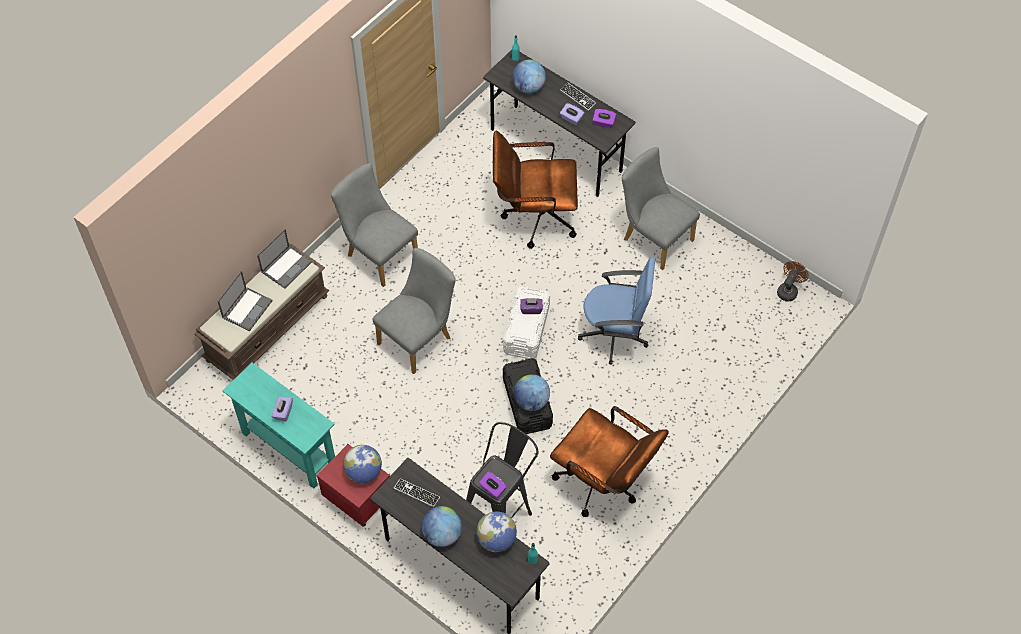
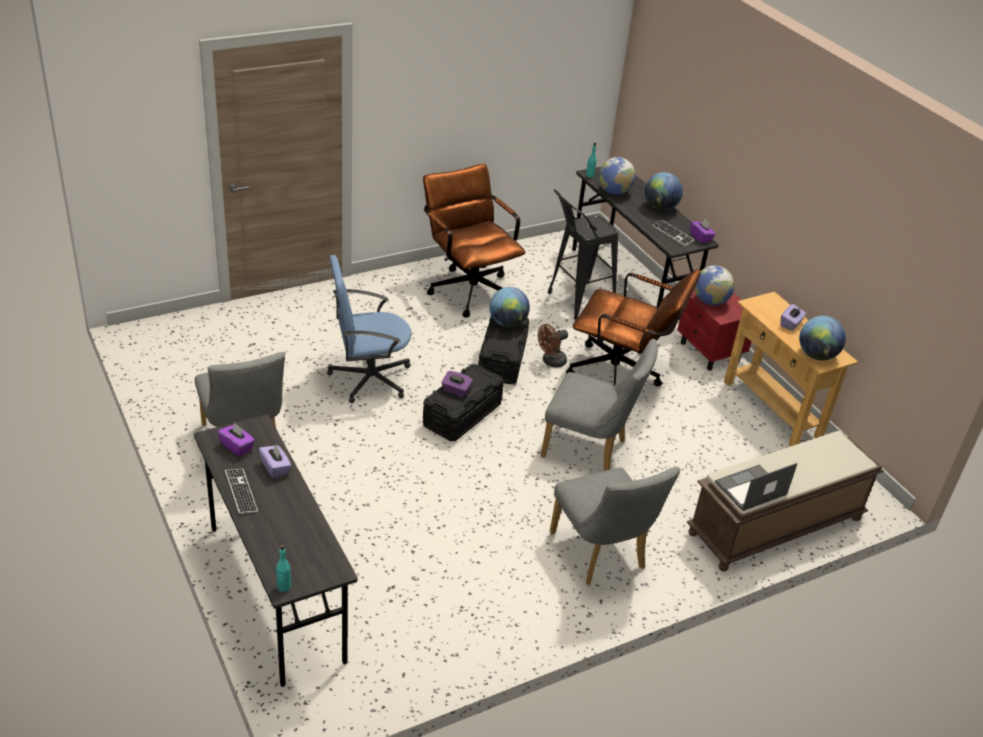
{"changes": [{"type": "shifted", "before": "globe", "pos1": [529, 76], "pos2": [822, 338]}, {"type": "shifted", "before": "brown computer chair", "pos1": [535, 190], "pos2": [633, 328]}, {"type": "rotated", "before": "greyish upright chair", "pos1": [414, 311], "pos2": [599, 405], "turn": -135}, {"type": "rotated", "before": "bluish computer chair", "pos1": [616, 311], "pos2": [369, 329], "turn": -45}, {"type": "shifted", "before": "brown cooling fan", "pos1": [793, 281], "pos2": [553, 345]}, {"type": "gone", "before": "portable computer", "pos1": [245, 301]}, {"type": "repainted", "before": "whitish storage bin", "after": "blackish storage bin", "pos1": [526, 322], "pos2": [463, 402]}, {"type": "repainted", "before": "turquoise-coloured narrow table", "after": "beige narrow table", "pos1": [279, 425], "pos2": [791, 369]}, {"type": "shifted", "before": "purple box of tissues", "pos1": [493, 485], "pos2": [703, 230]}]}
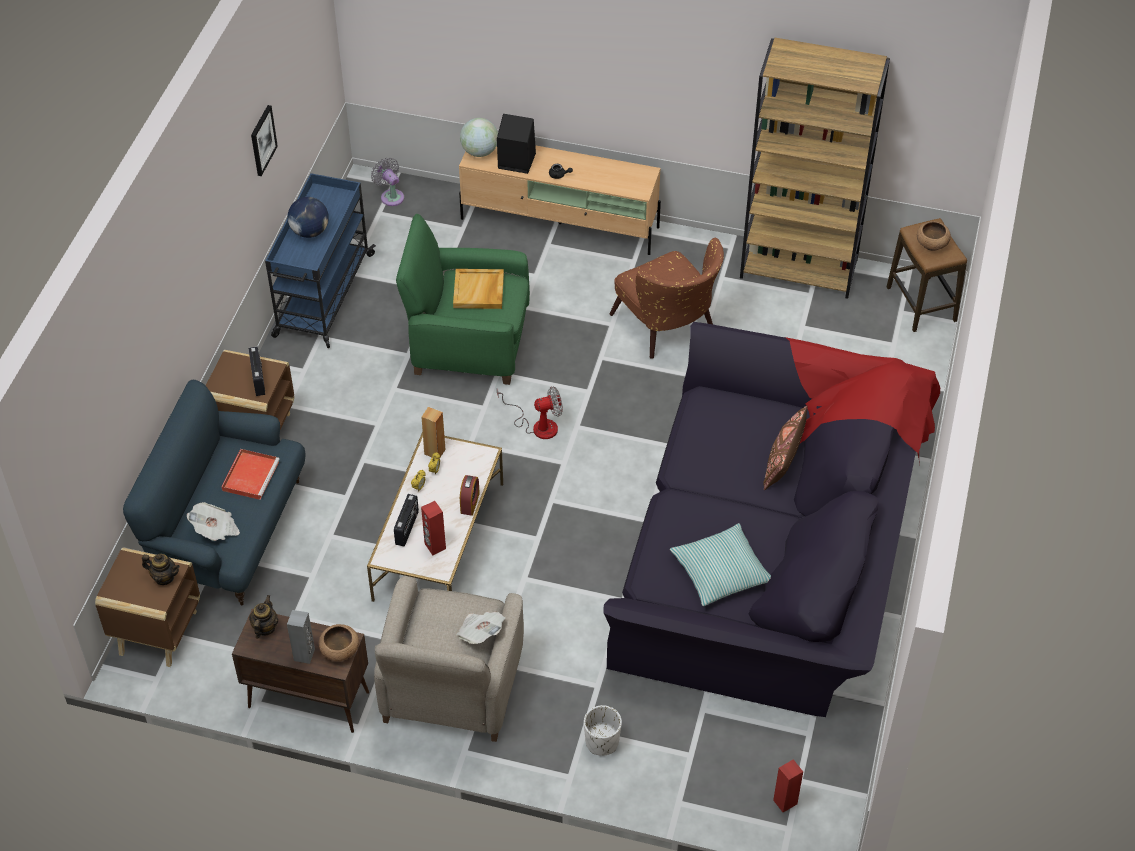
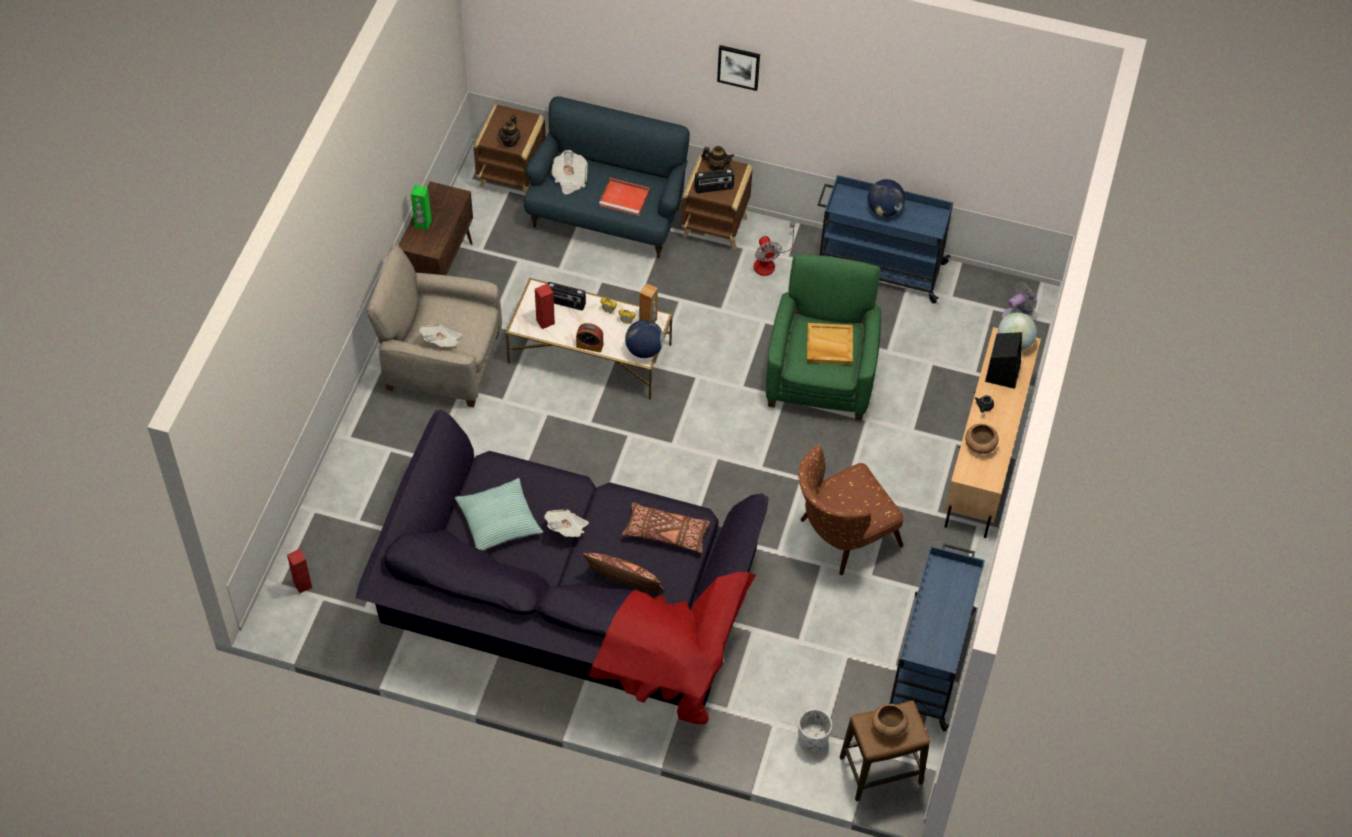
{"changes": [{"type": "swapped", "before": "brown bookcase", "after": "bluish cart", "pos1": [815, 168], "pos2": [936, 637]}, {"type": "shifted", "before": "wall art", "pos1": [264, 140], "pos2": [738, 68]}, {"type": "shifted", "before": "cooling fan", "pos1": [530, 413], "pos2": [775, 248]}, {"type": "shifted", "before": "tea pot", "pos1": [263, 617], "pos2": [717, 158]}, {"type": "repainted", "before": "greyish audio speaker", "after": "greenish audio speaker", "pos1": [301, 637], "pos2": [421, 207]}, {"type": "shifted", "before": "brown bowl", "pos1": [339, 642], "pos2": [981, 439]}, {"type": "shifted", "before": "whitish planter", "pos1": [603, 730], "pos2": [815, 730]}, {"type": "new", "after": "globe", "pos2": [644, 339]}, {"type": "new", "after": "brown throw pillow", "pos2": [666, 527]}, {"type": "new", "after": "printed paper", "pos2": [566, 523]}]}
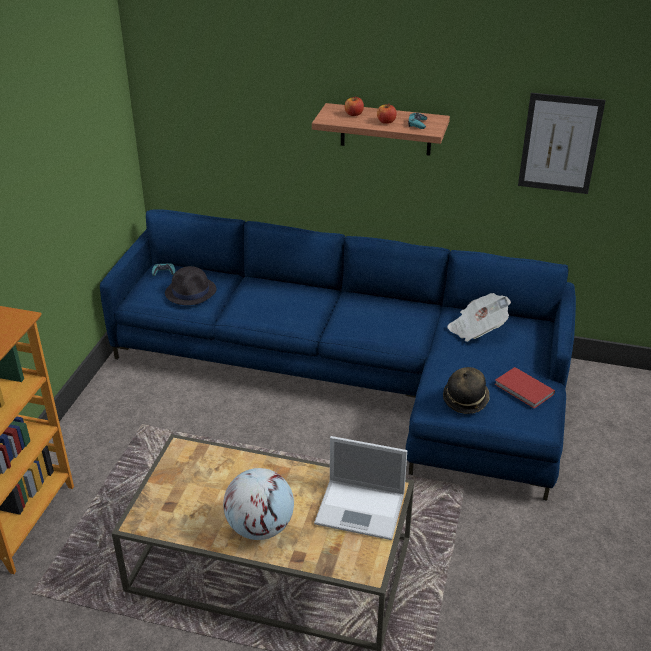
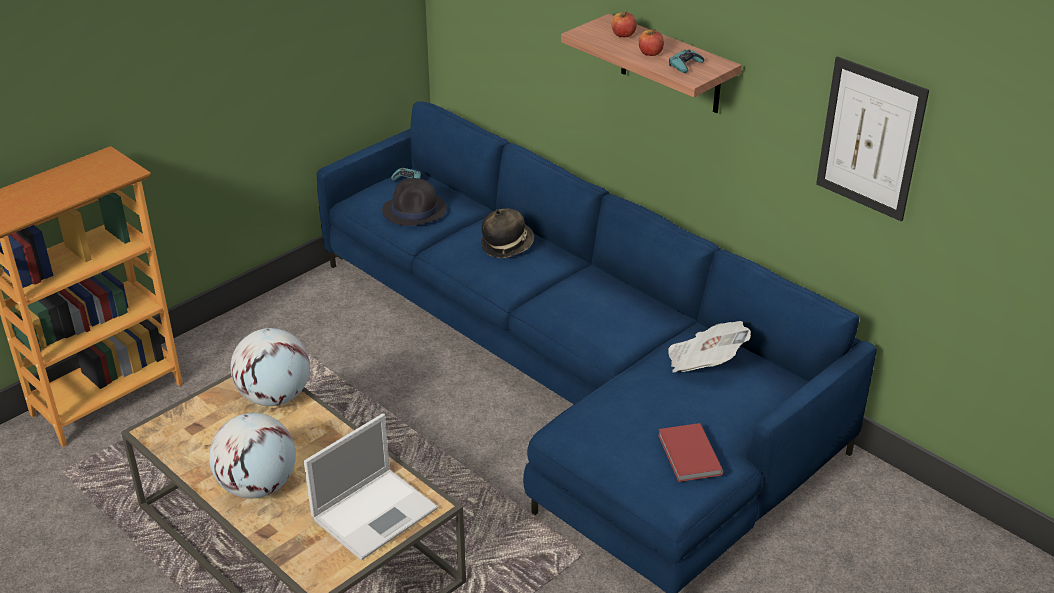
{"changes": [{"type": "shifted", "before": "hat", "pos1": [466, 390], "pos2": [507, 233]}, {"type": "rotated", "before": "portable computer", "pos1": [360, 488], "pos2": [371, 486], "turn": -90}, {"type": "new", "after": "globe", "pos2": [270, 367]}]}
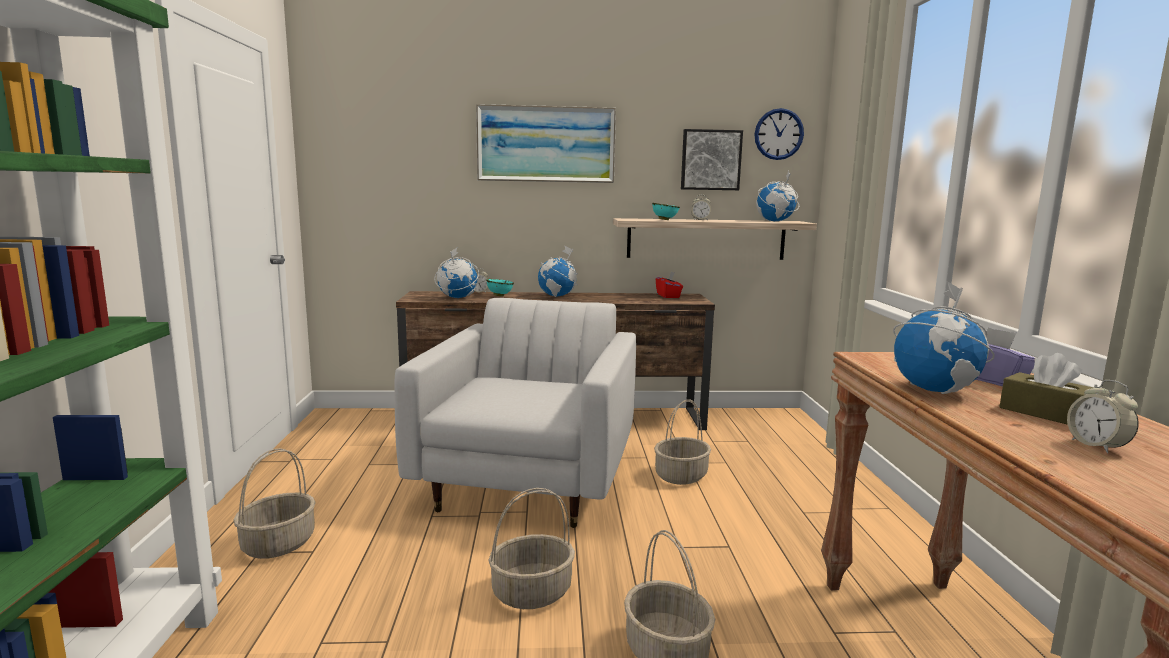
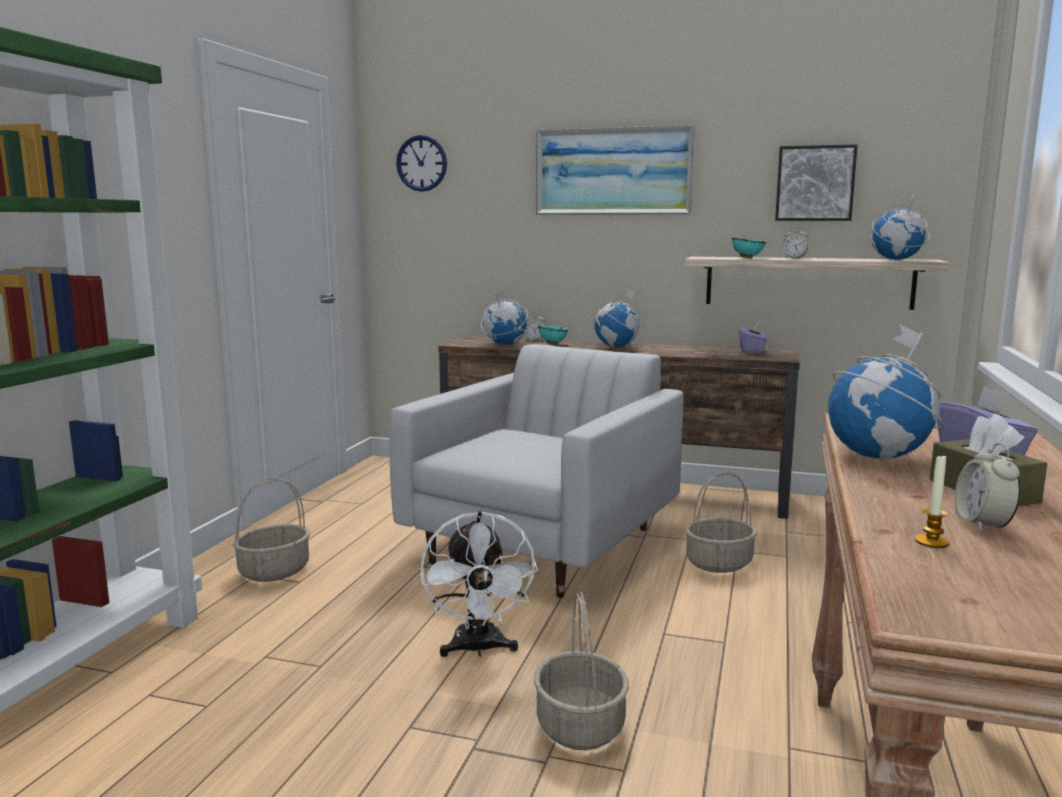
{"changes": [{"type": "shifted", "before": "clock on the wall", "pos1": [779, 134], "pos2": [421, 163]}, {"type": "repainted", "before": "red-coloured box of tissues", "after": "purple box of tissues", "pos1": [669, 284], "pos2": [753, 338]}, {"type": "swapped", "before": "storage basket", "after": "whitish cooling fan", "pos1": [531, 548], "pos2": [479, 584]}, {"type": "new", "after": "wax light", "pos2": [932, 500]}]}
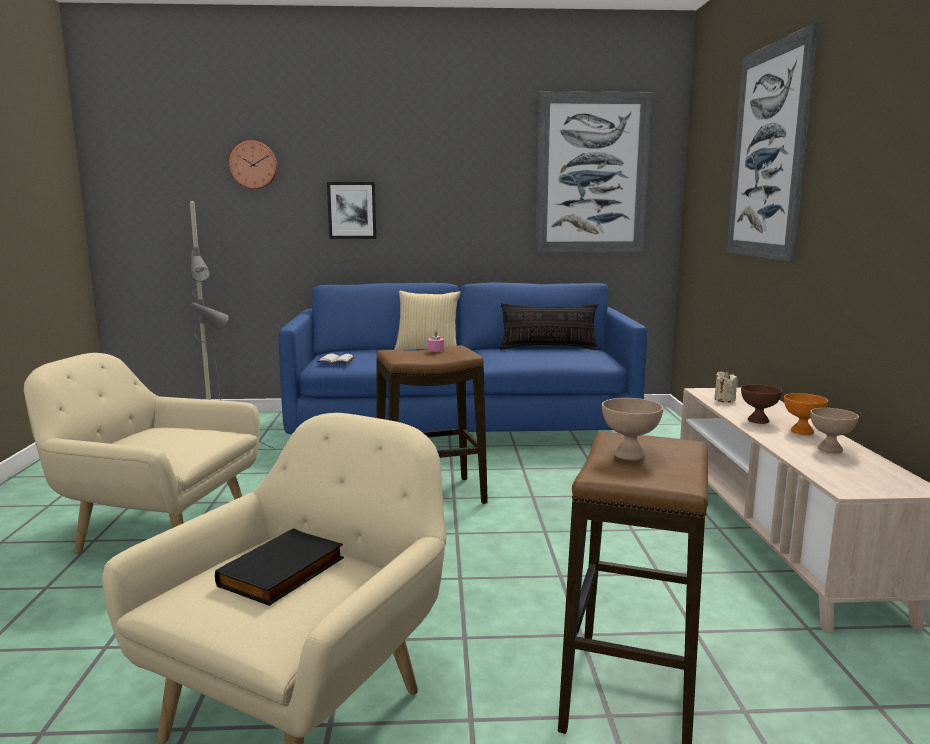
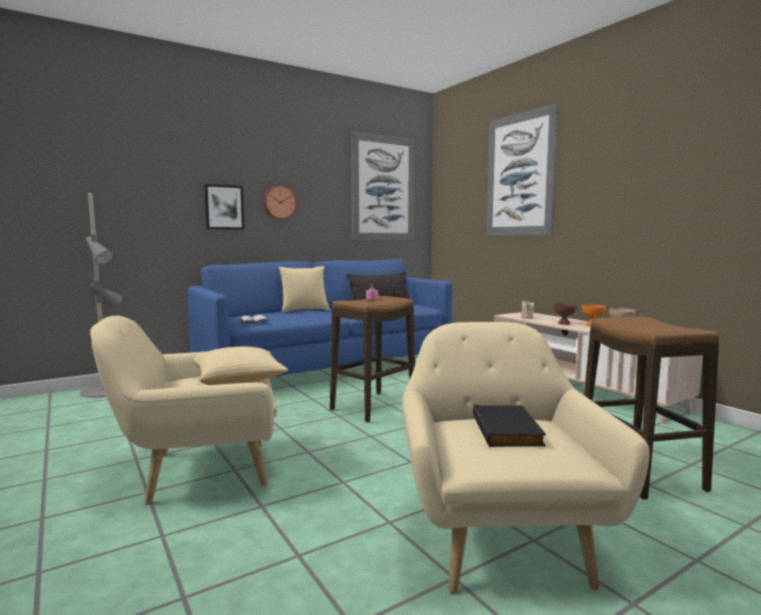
{"changes": [{"type": "shifted", "before": "clock on the wall", "pos1": [253, 164], "pos2": [280, 202]}, {"type": "gone", "before": "beige bowl", "pos1": [632, 429]}, {"type": "new", "after": "throw pillow", "pos2": [241, 366]}]}
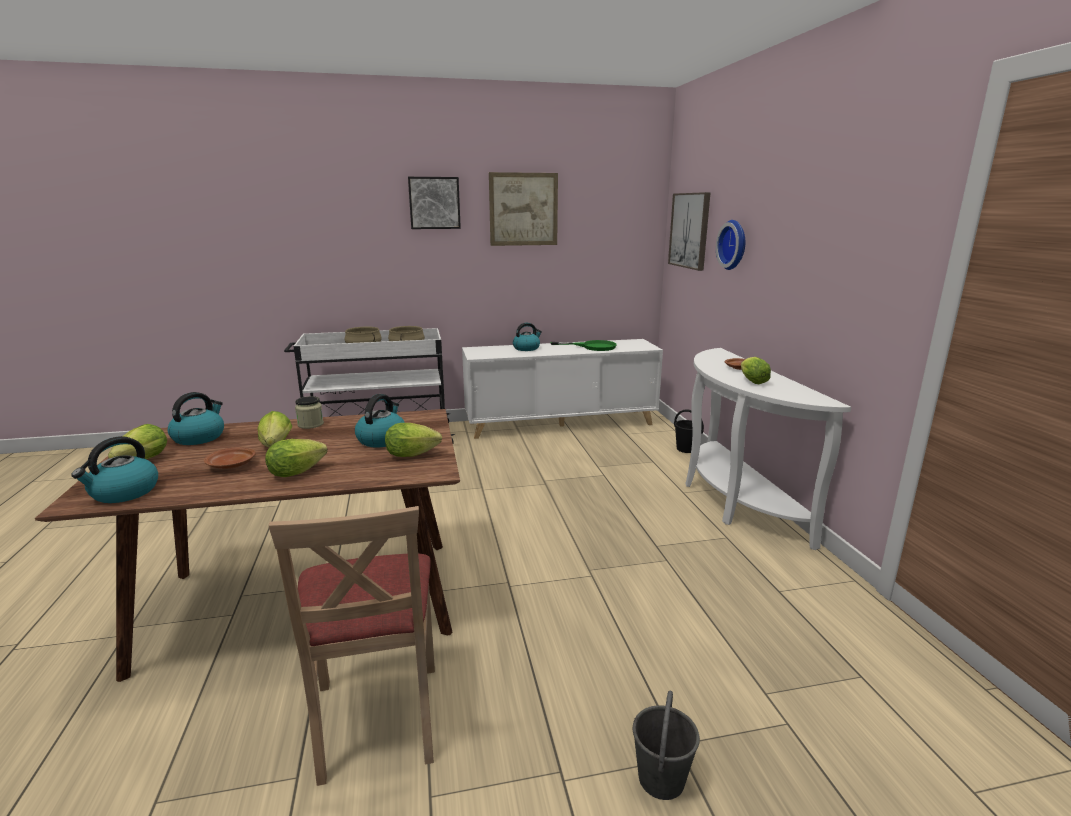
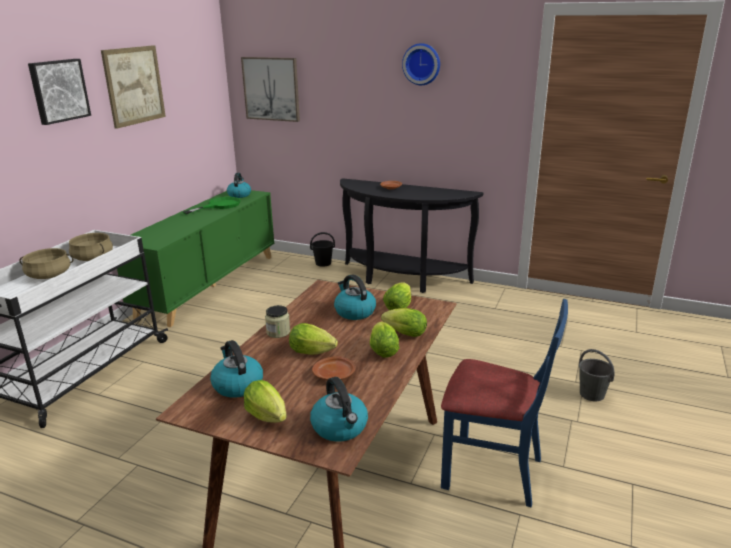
{"changes": [{"type": "shifted", "before": "clock on the wall", "pos1": [730, 245], "pos2": [421, 64]}, {"type": "shifted", "before": "kettle", "pos1": [527, 337], "pos2": [239, 185]}, {"type": "repainted", "before": "whitish cupboard", "after": "greenish cupboard", "pos1": [562, 389], "pos2": [195, 258]}, {"type": "repainted", "before": "whitish narrow table", "after": "blackish narrow table", "pos1": [768, 449], "pos2": [412, 235]}, {"type": "shifted", "before": "lettuce head", "pos1": [756, 370], "pos2": [404, 322]}, {"type": "repainted", "before": "beige upright chair", "after": "bluish upright chair", "pos1": [352, 646], "pos2": [504, 403]}]}
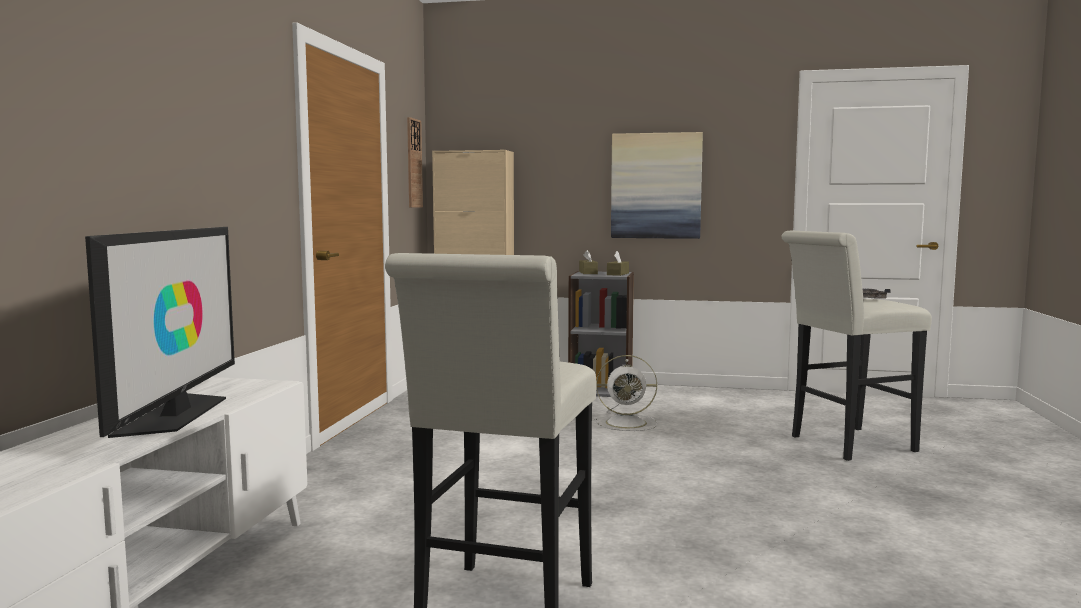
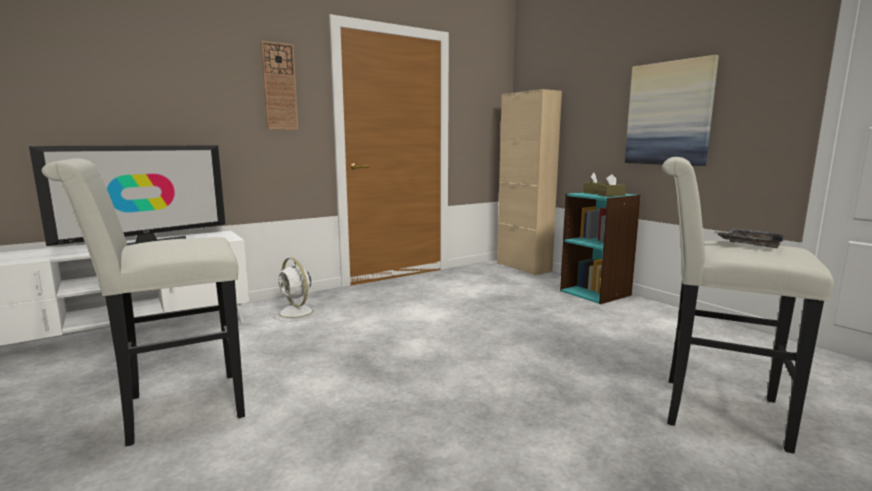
{"changes": [{"type": "shifted", "before": "clock on the wall", "pos1": [415, 162], "pos2": [279, 85]}, {"type": "repainted", "before": "greyish bookcase", "after": "turquoise-coloured bookcase", "pos1": [601, 334], "pos2": [600, 248]}, {"type": "shifted", "before": "whitish cooling fan", "pos1": [625, 393], "pos2": [297, 290]}]}
